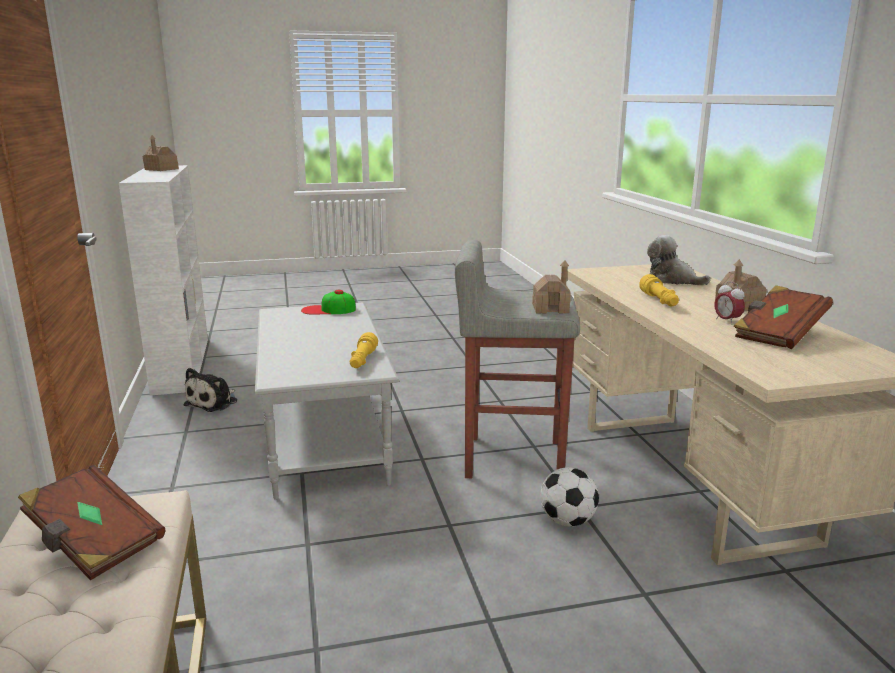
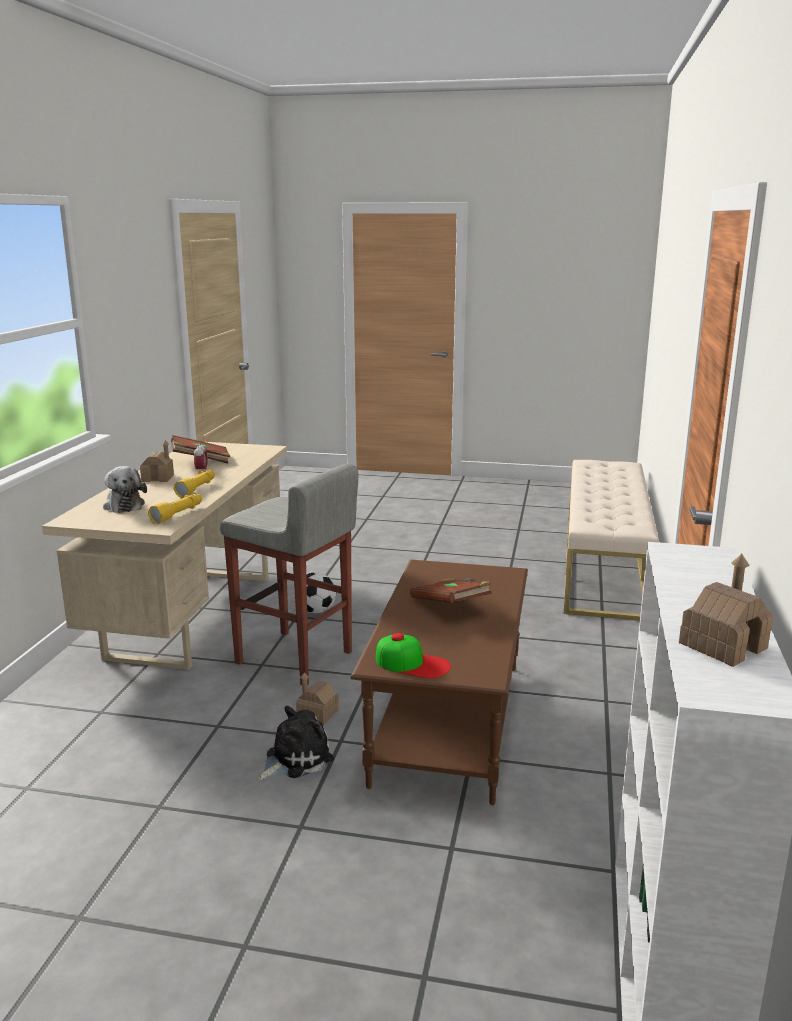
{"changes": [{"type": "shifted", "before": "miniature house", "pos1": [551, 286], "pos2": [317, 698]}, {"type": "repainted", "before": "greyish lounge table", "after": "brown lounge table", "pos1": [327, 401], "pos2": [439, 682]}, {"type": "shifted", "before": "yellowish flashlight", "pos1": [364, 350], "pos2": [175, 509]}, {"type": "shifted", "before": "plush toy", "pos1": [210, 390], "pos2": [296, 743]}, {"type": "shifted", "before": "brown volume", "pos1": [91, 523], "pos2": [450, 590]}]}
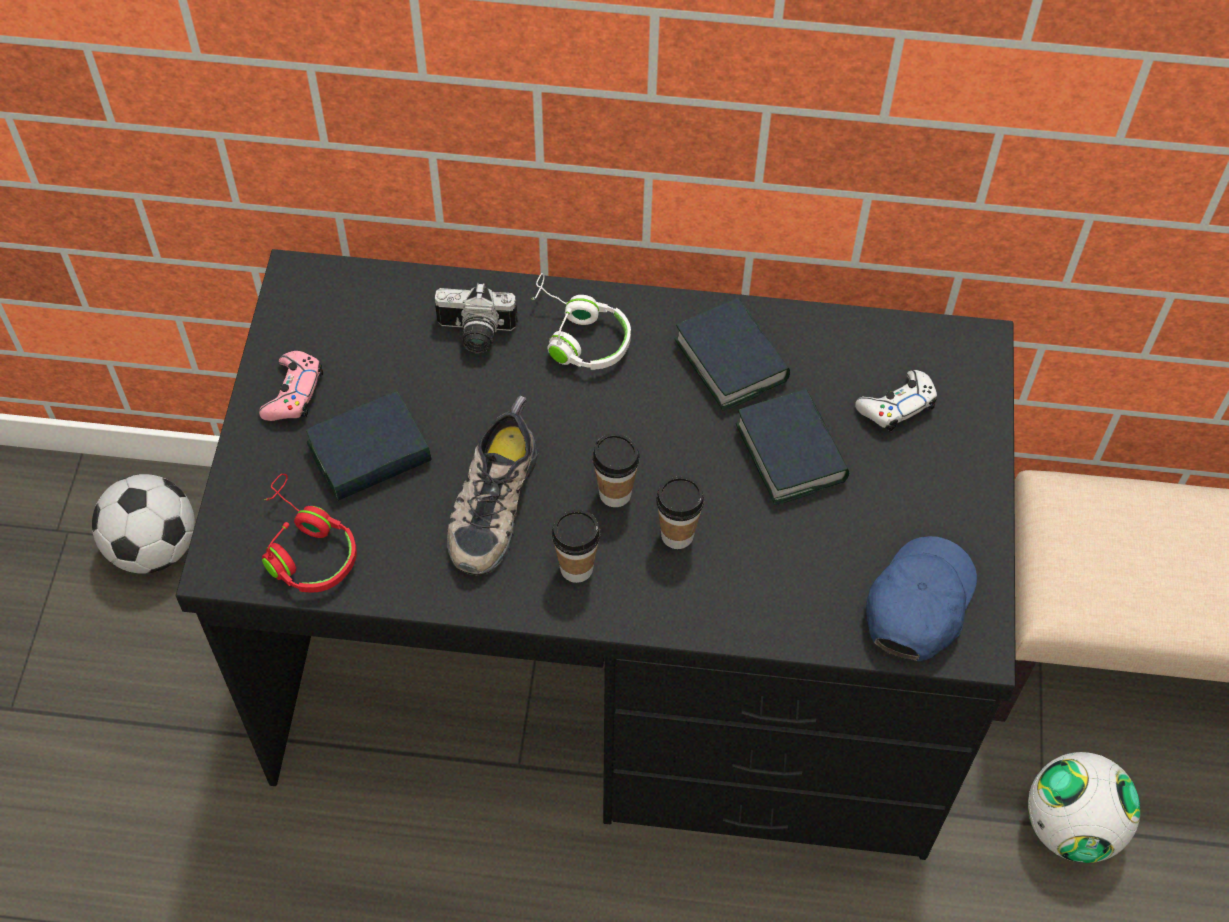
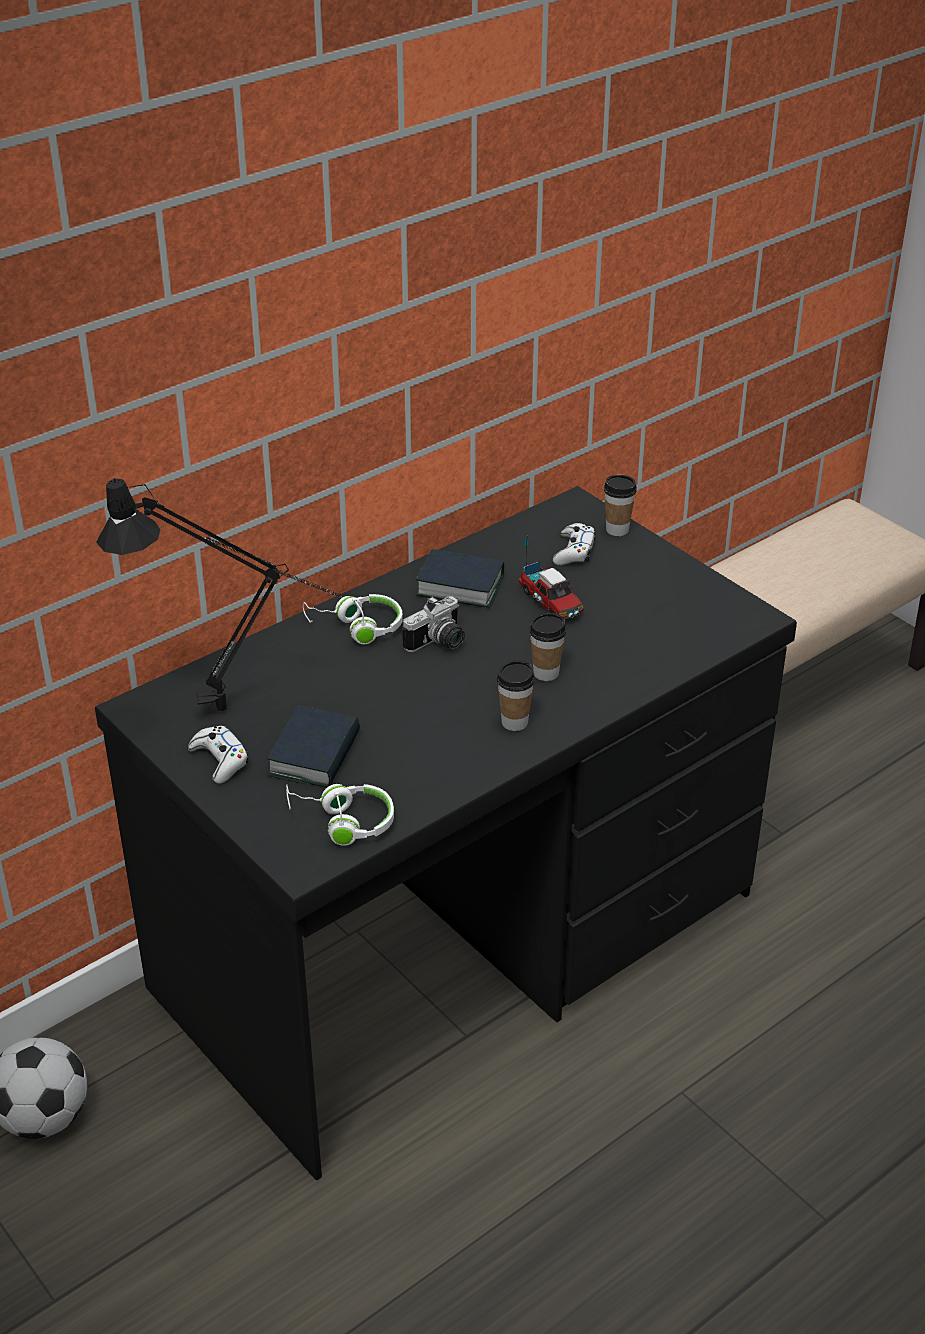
{"changes": [{"type": "shifted", "before": "still camera", "pos1": [476, 318], "pos2": [433, 624]}, {"type": "repainted", "before": "pink-coloured joypad", "after": "whitish joypad", "pos1": [291, 386], "pos2": [218, 755]}, {"type": "swapped", "before": "volume", "after": "toy truck", "pos1": [792, 447], "pos2": [551, 577]}, {"type": "gone", "before": "low shoe", "pos1": [492, 485]}, {"type": "shifted", "before": "drinking cup", "pos1": [616, 470], "pos2": [620, 505]}, {"type": "repainted", "before": "red-coloured pair of headphones", "after": "whitish pair of headphones", "pos1": [309, 533], "pos2": [340, 815]}, {"type": "gone", "before": "bluish baseball cap", "pos1": [921, 598]}, {"type": "gone", "before": "football ball", "pos1": [1084, 807]}, {"type": "new", "after": "blackish lamp for a table", "pos2": [219, 594]}]}
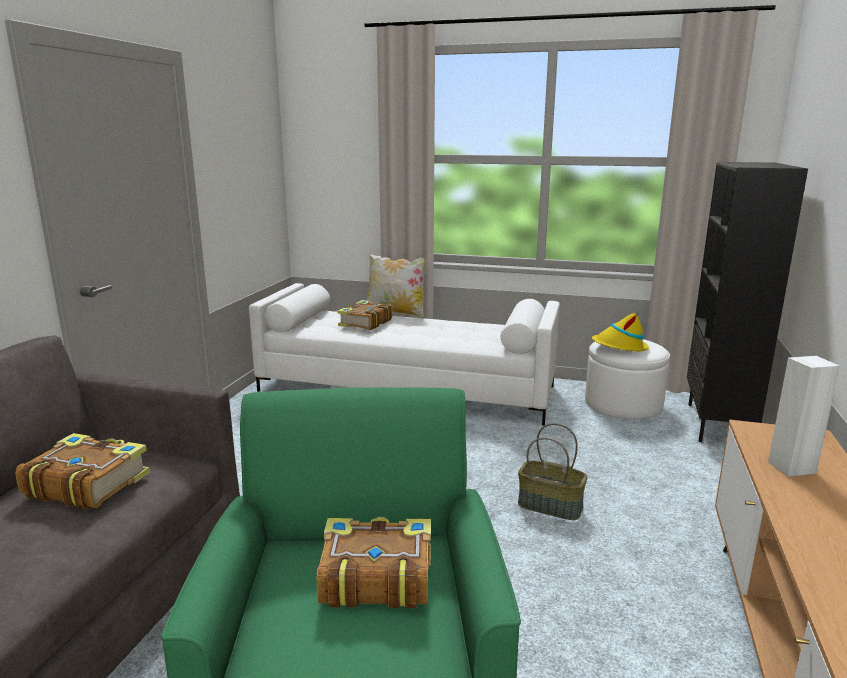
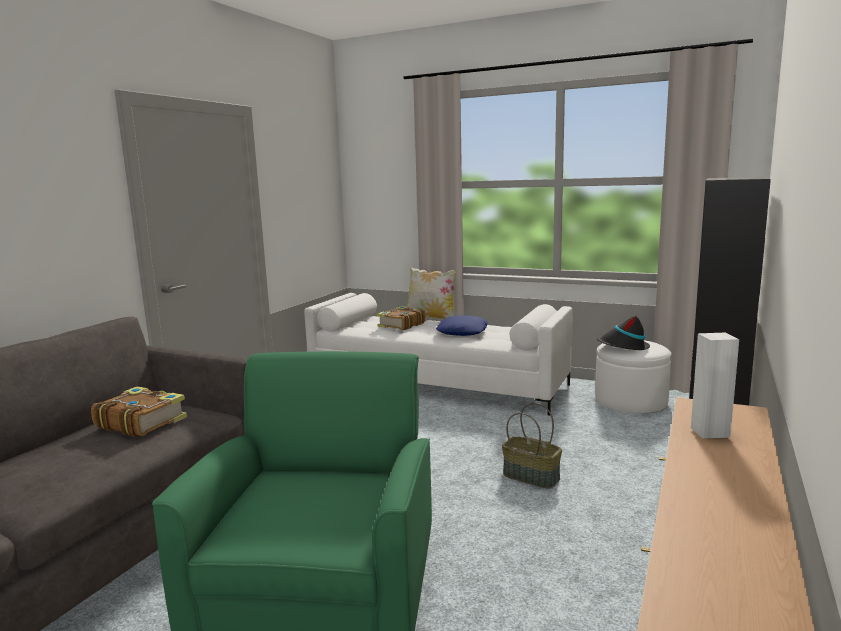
{"changes": [{"type": "repainted", "before": "yellowish hat", "after": "blackish hat", "pos1": [620, 332], "pos2": [623, 333]}, {"type": "gone", "before": "volume", "pos1": [374, 562]}, {"type": "new", "after": "bluish throw pillow", "pos2": [462, 325]}]}
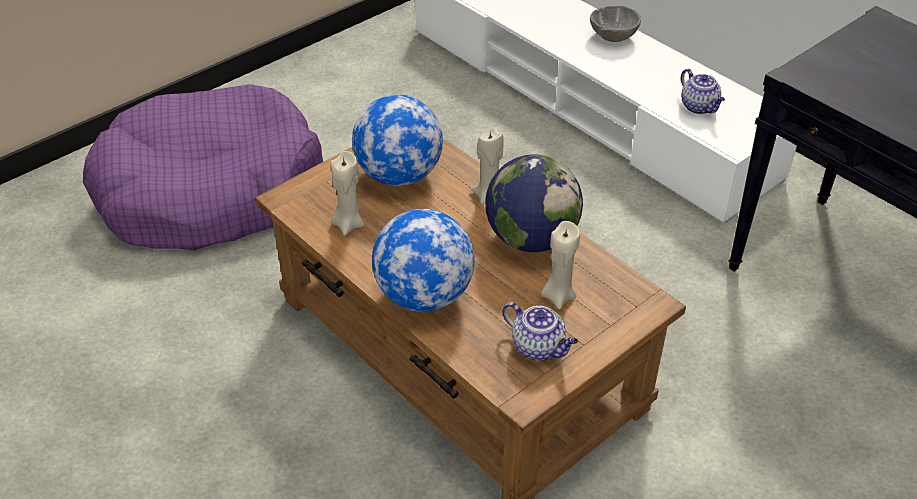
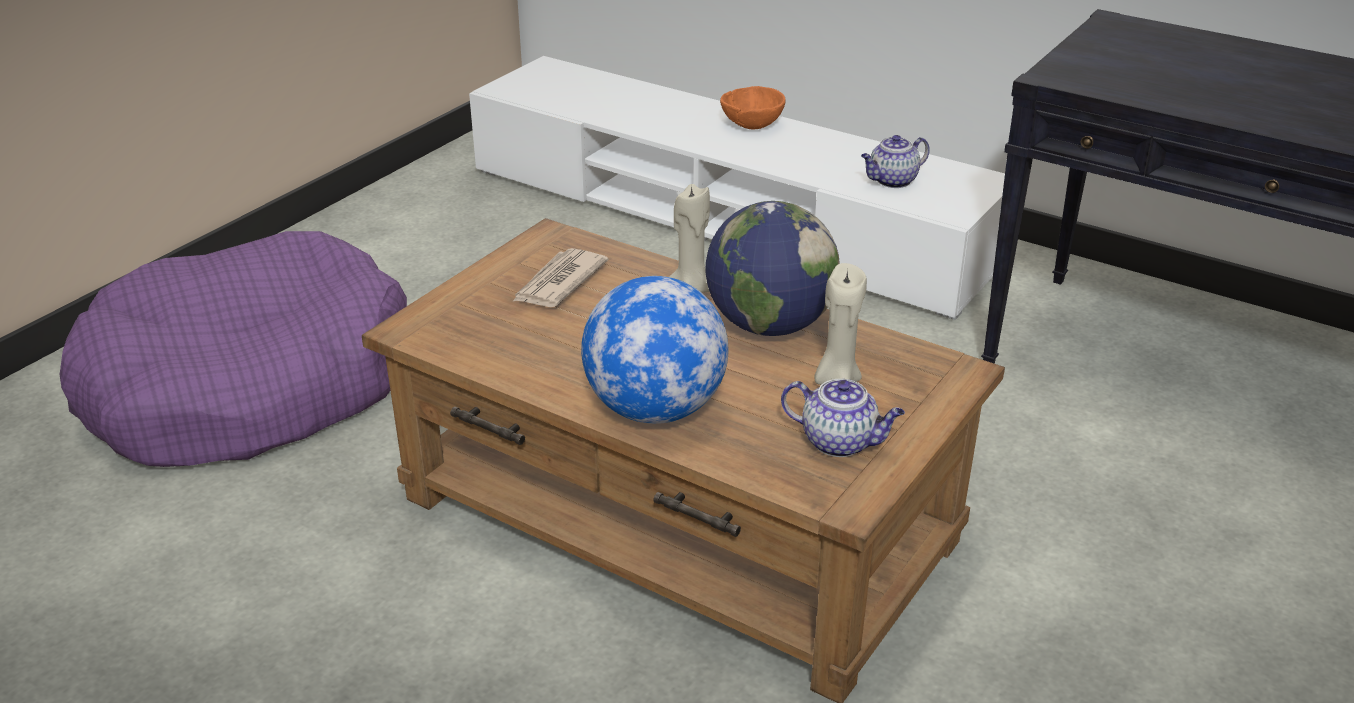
{"changes": [{"type": "repainted", "before": "greyish bowl", "after": "orange bowl", "pos1": [615, 24], "pos2": [753, 107]}, {"type": "rotated", "before": "tea pot", "pos1": [703, 91], "pos2": [895, 161], "turn": 105}, {"type": "swapped", "before": "globe", "after": "printed paper", "pos1": [397, 140], "pos2": [560, 277]}, {"type": "gone", "before": "beige wax light", "pos1": [347, 193]}]}
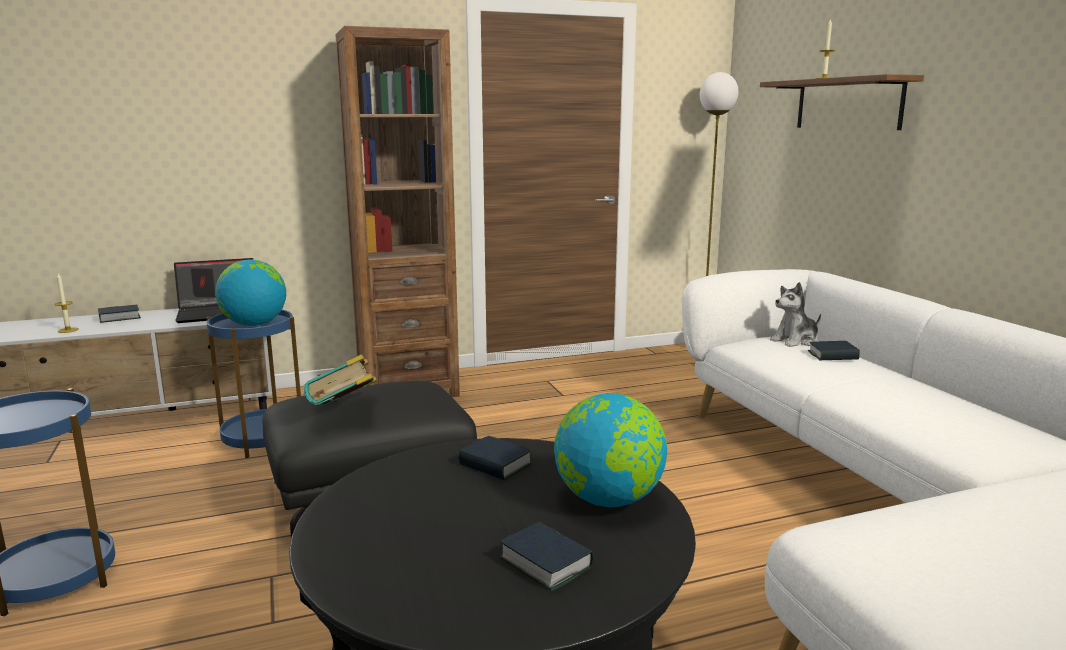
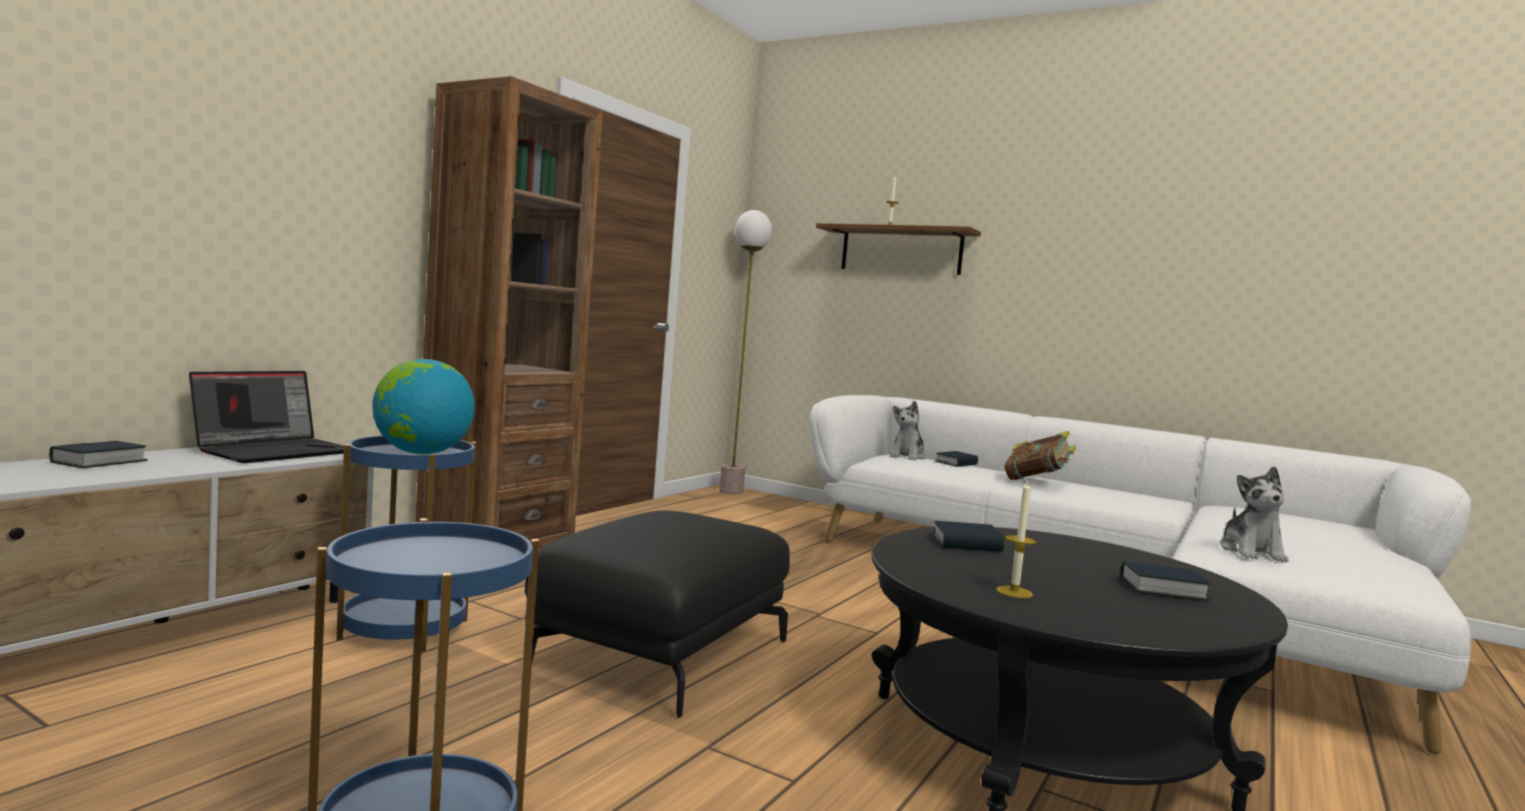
{"changes": [{"type": "shifted", "before": "wax light", "pos1": [66, 303], "pos2": [1016, 539]}, {"type": "shifted", "before": "volume", "pos1": [340, 380], "pos2": [1040, 455]}, {"type": "gone", "before": "globe", "pos1": [610, 450]}, {"type": "new", "after": "plush toy", "pos2": [1254, 514]}]}
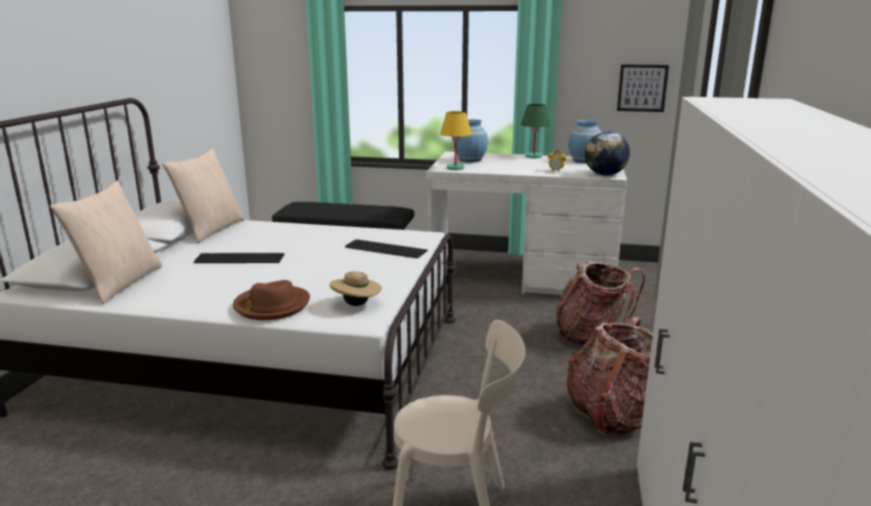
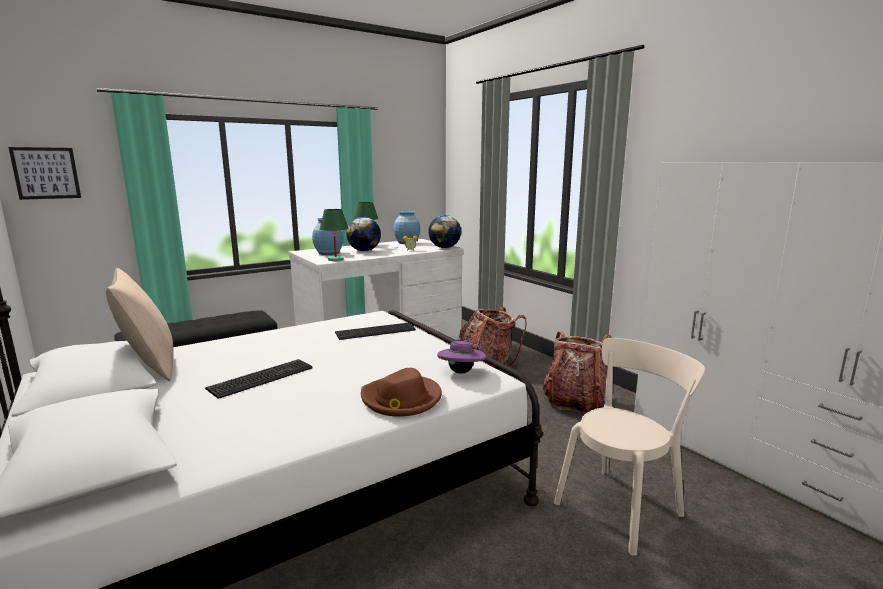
{"changes": [{"type": "shifted", "before": "wall art", "pos1": [643, 88], "pos2": [44, 173]}, {"type": "repainted", "before": "yellowish lamp for a table", "after": "greenish lamp for a table", "pos1": [456, 140], "pos2": [334, 235]}, {"type": "gone", "before": "beige throw pillow", "pos1": [106, 242]}, {"type": "repainted", "before": "beige hat", "after": "purple hat", "pos1": [356, 288], "pos2": [462, 357]}, {"type": "new", "after": "globe", "pos2": [363, 234]}]}
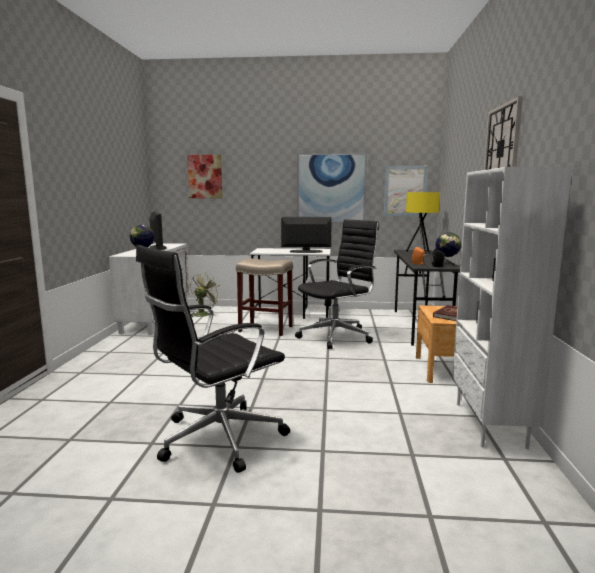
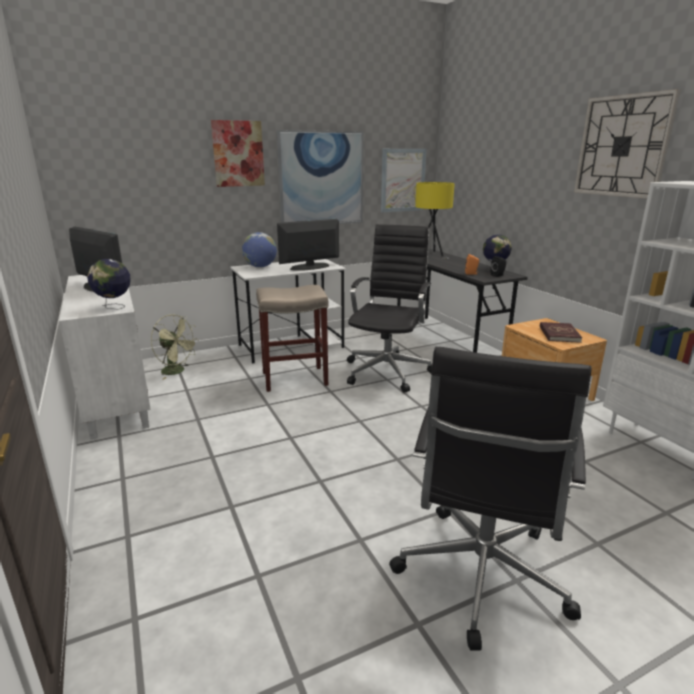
{"changes": [{"type": "shifted", "before": "wall art", "pos1": [204, 176], "pos2": [238, 153]}, {"type": "rotated", "before": "greenish cooling fan", "pos1": [205, 295], "pos2": [175, 346], "turn": 120}, {"type": "new", "after": "globe", "pos2": [259, 249]}]}
